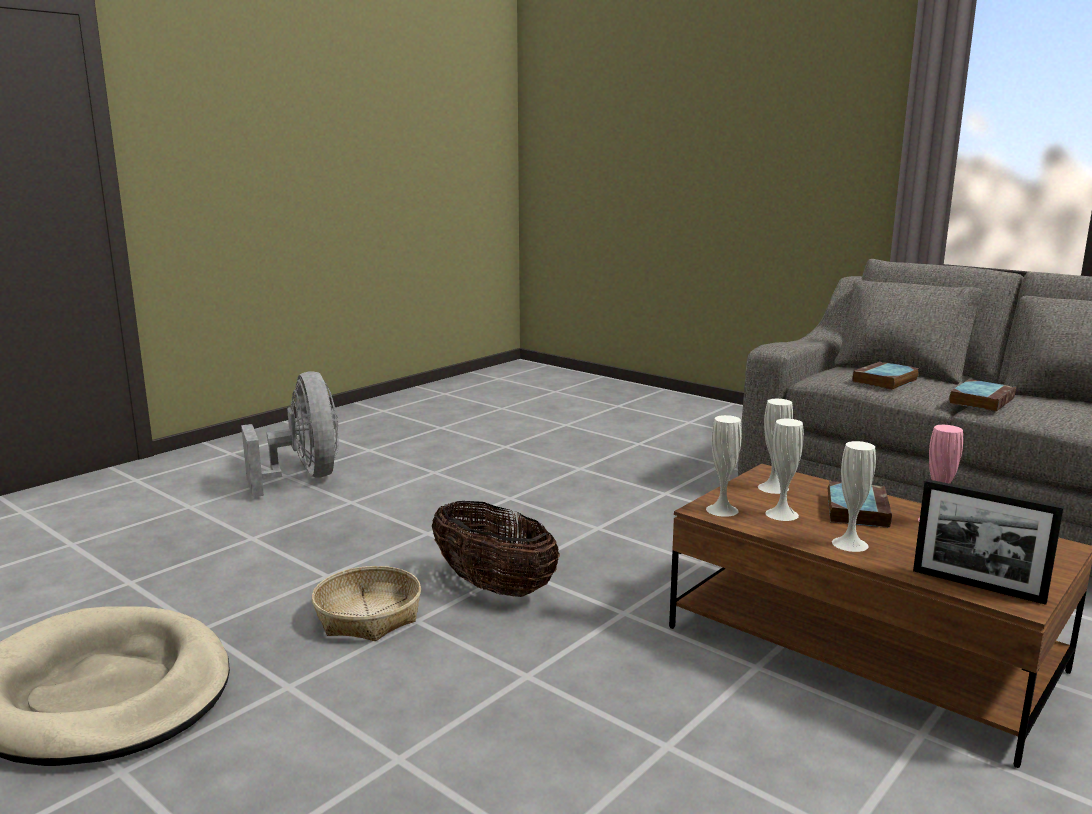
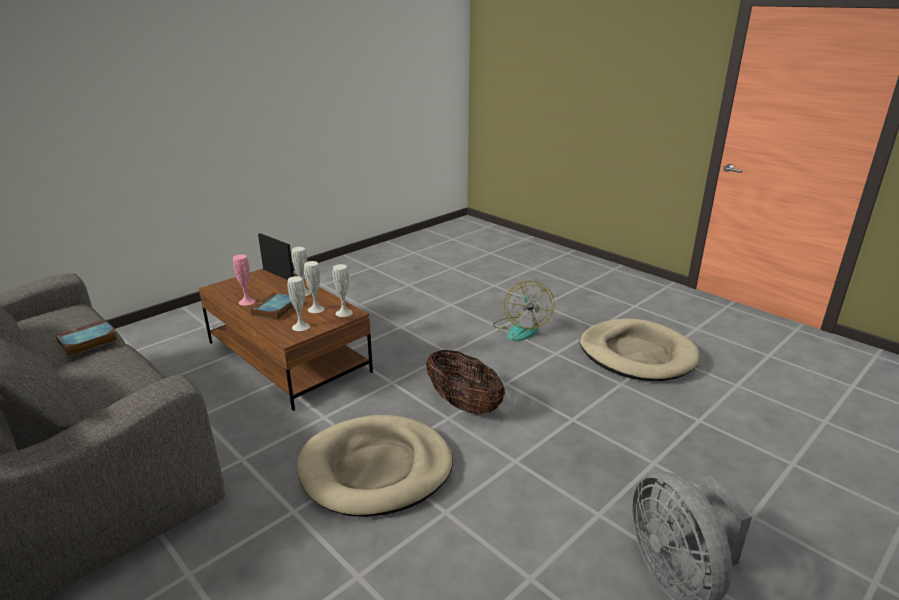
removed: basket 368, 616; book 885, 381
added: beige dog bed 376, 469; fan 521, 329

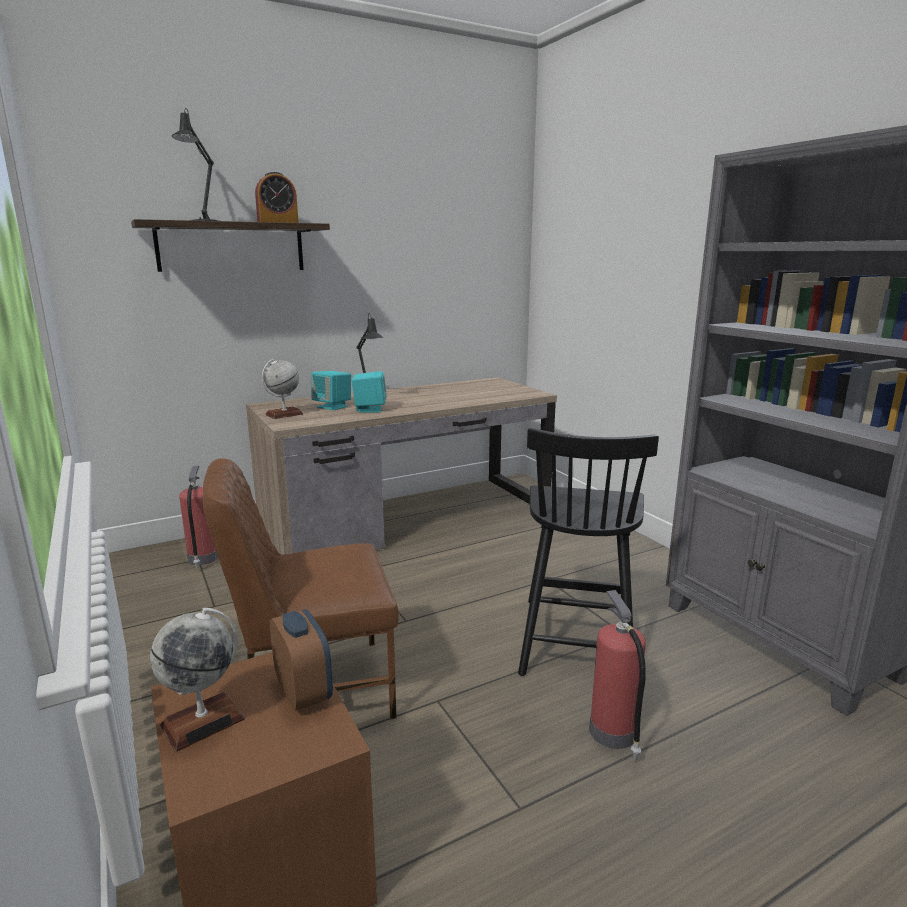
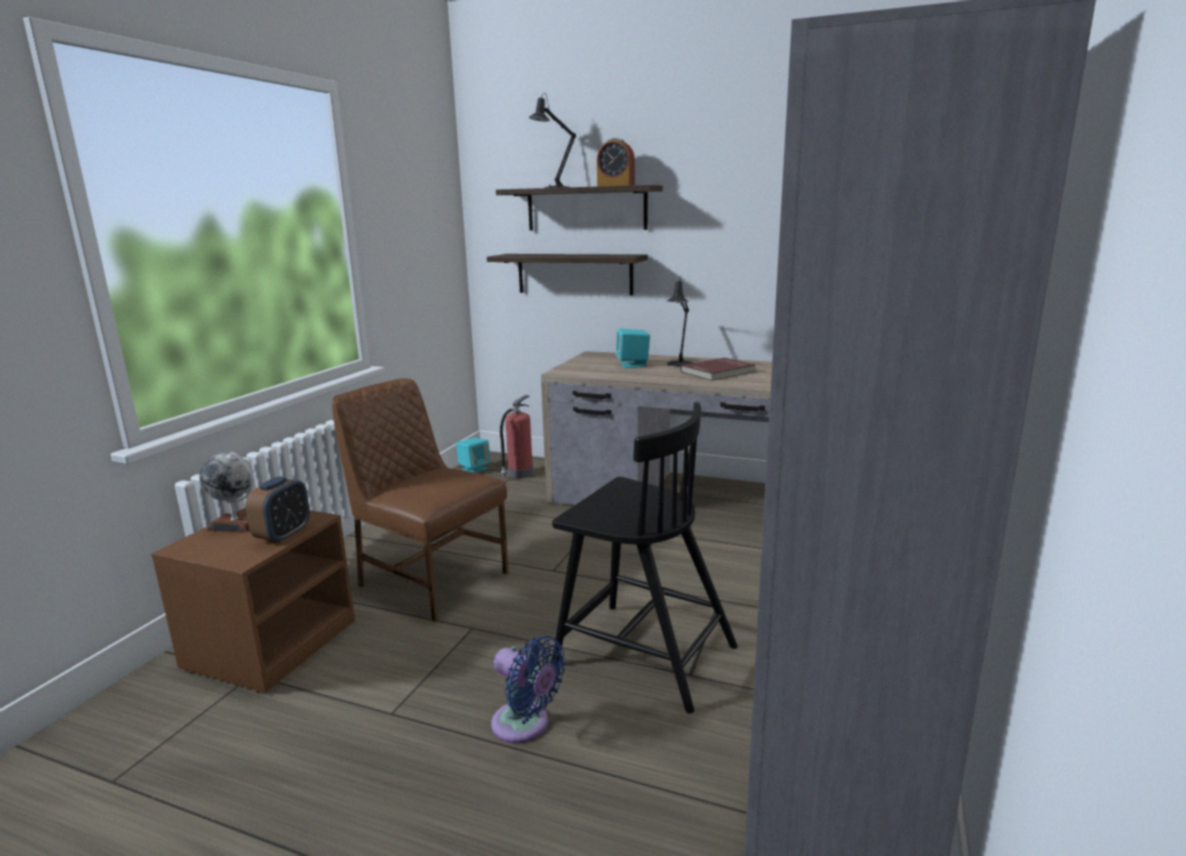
removed: globe 284, 414
added: shelf 574, 274; red book 718, 372
moved: turquoise speaker 370, 409 to 474, 469
replaced: fire extinguisher 614, 733 to blue fan 525, 726
turned: black chair 576, 638 = 642, 653 120 degrees counterclockwise

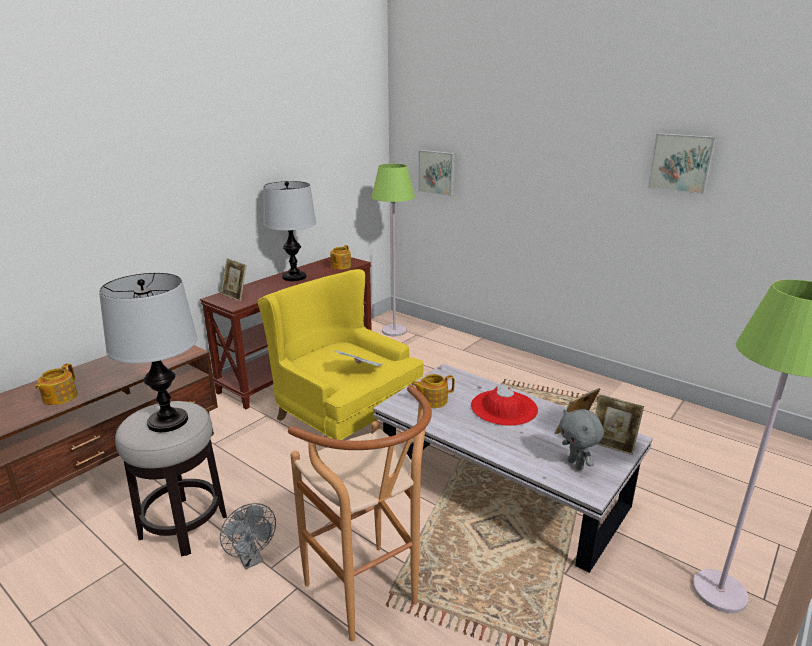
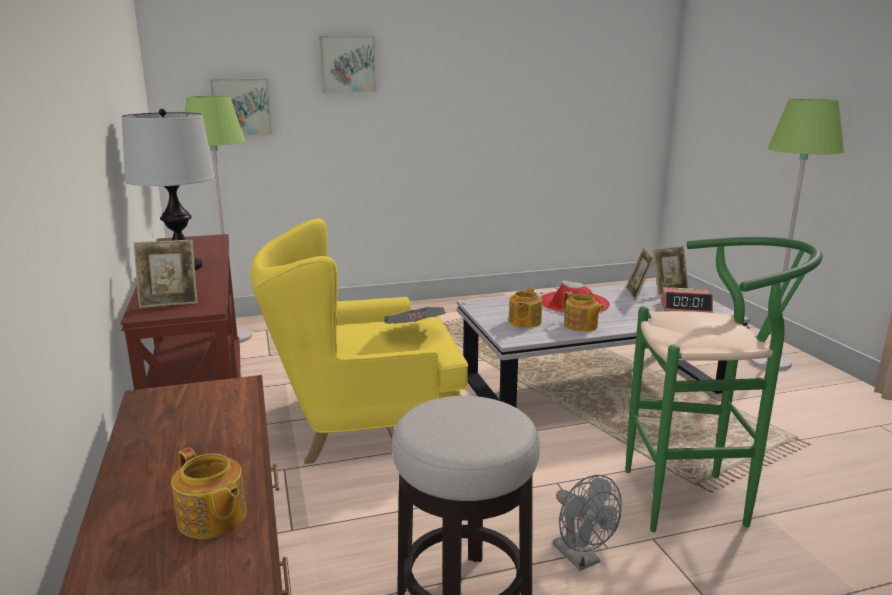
removed: table lamp 168, 421
moved: picture 681, 163 to 347, 64; teapot 340, 266 to 581, 326
replaced: grey plush toy 576, 465 to alarm clock 686, 307
recoloured: brown stool 368, 599 to green stool 697, 499
turned: grey fan 251, 559 = 581, 558 60 degrees clockwise

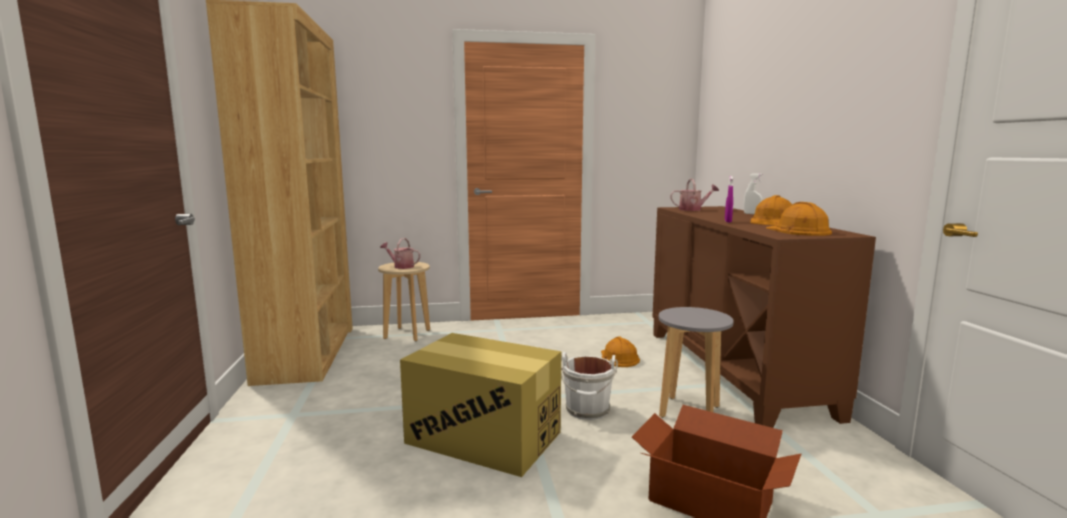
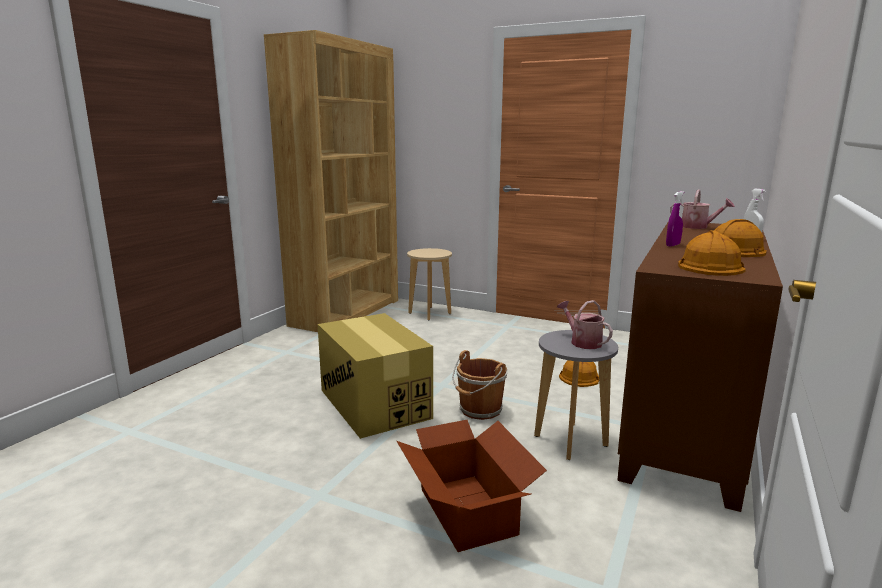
moved: watering can 401, 266 to 582, 342
recoloured: white bucket 588, 411 to brown bucket 479, 410

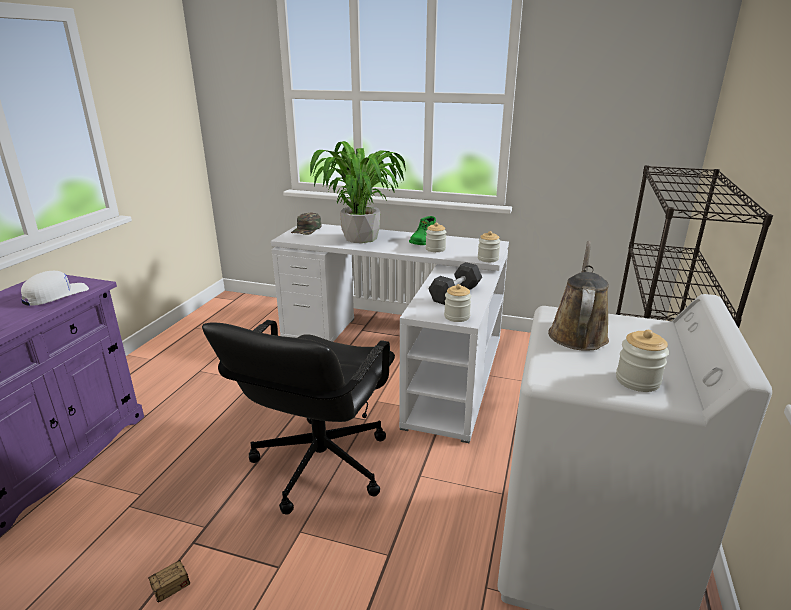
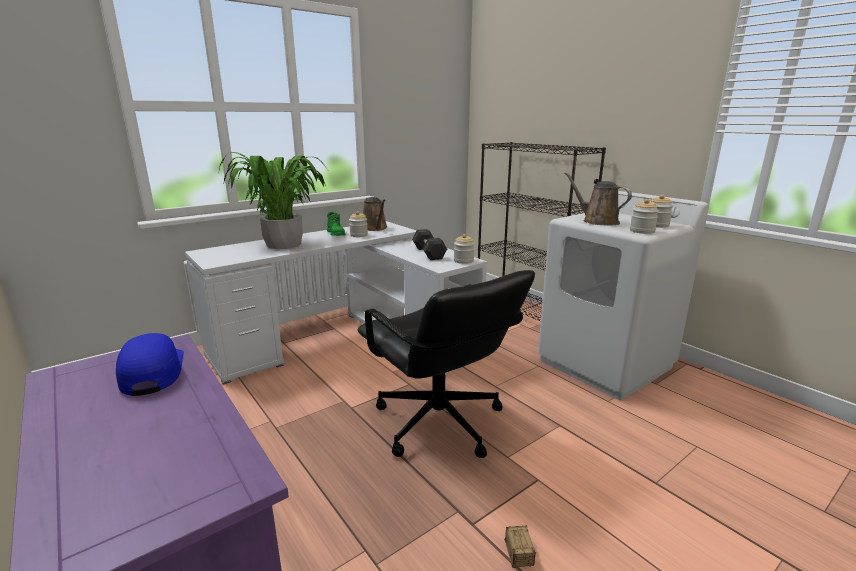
removed: green cap 307, 229
added: brown watering can 375, 228
moved: jar 488, 259 to 642, 231
recoloured: white cap 55, 295 to blue cap 152, 372

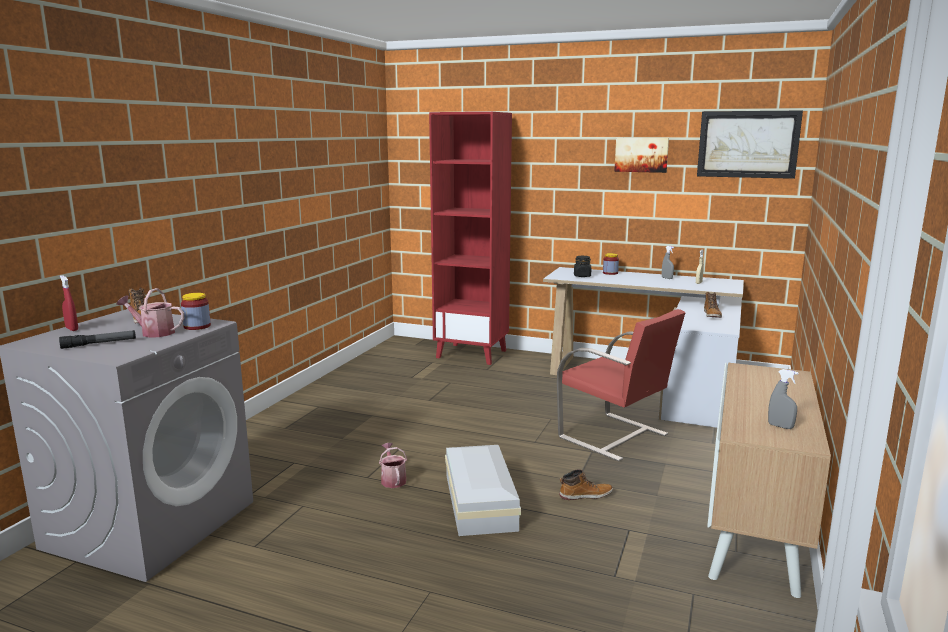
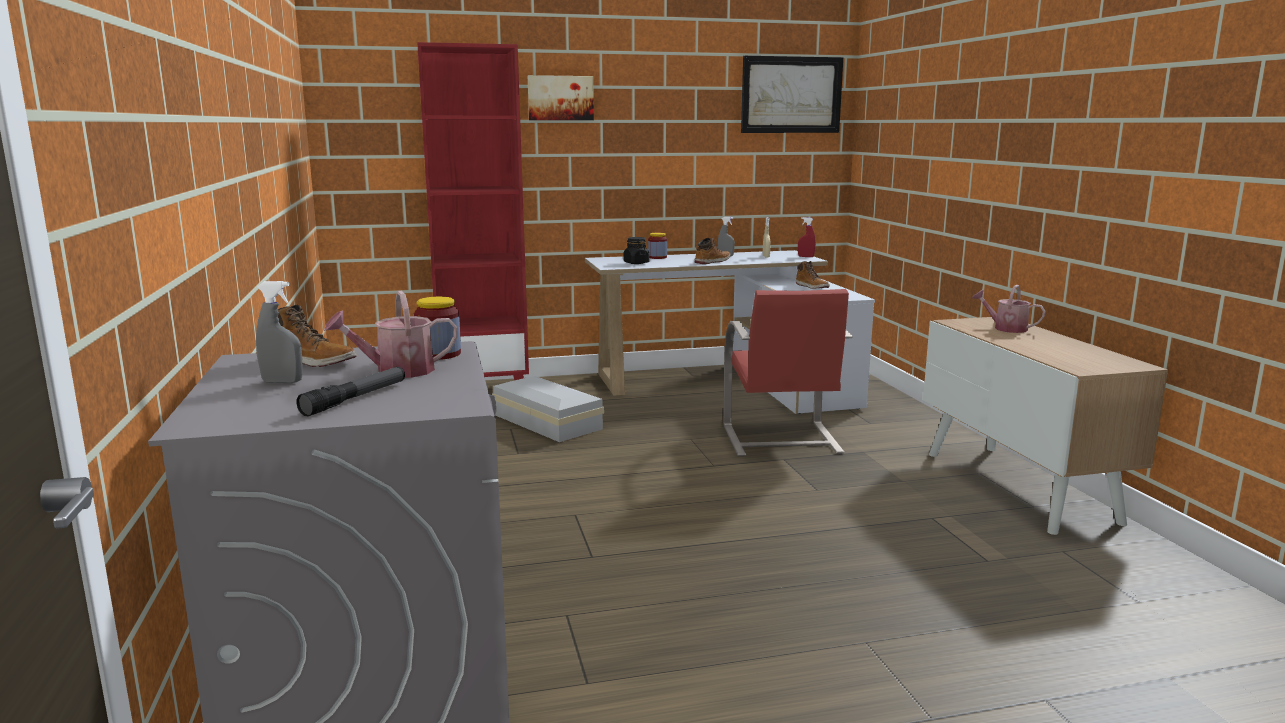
moved: grey spray bottle 780, 426 to 282, 382; white storage box 481, 500 to 547, 421; picture 641, 154 to 560, 98; boot 585, 495 to 712, 262; red spray bottle 72, 329 to 806, 256; watering can 392, 479 to 1005, 328
turned: red chair 614, 437 = 781, 440 75 degrees clockwise

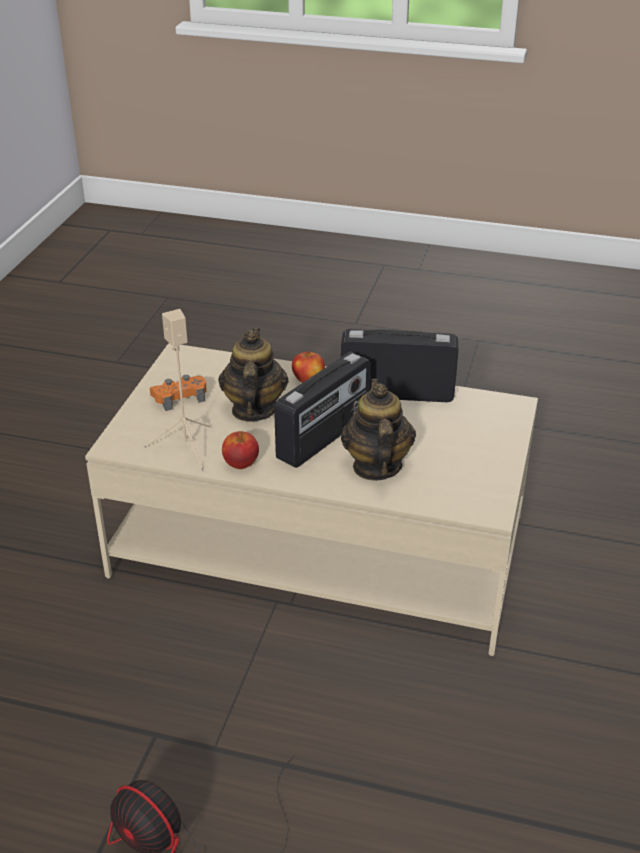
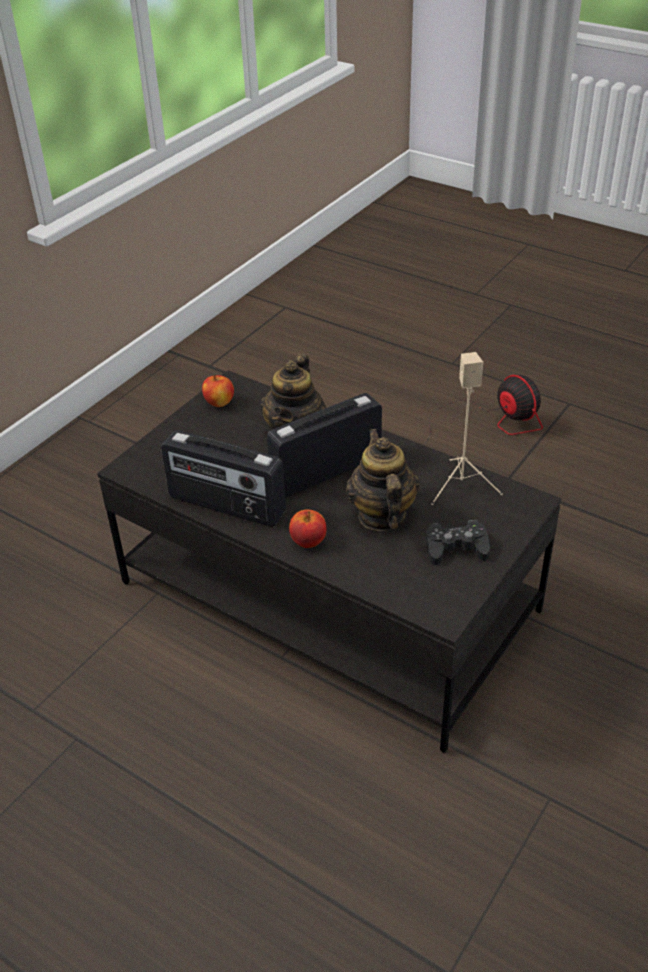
moved: apple 240, 463 to 219, 402
recoloured: beige coffee table 318, 547 to black coffee table 329, 597; orange game controller 179, 397 to black game controller 456, 548
turned: teapot 253, 409 = 381, 515 150 degrees clockwise

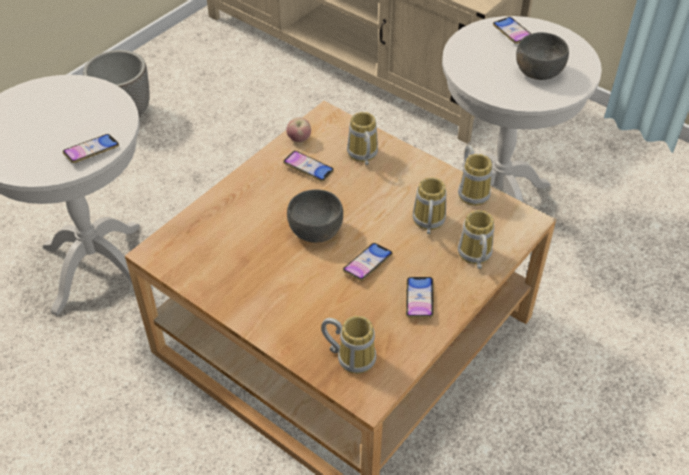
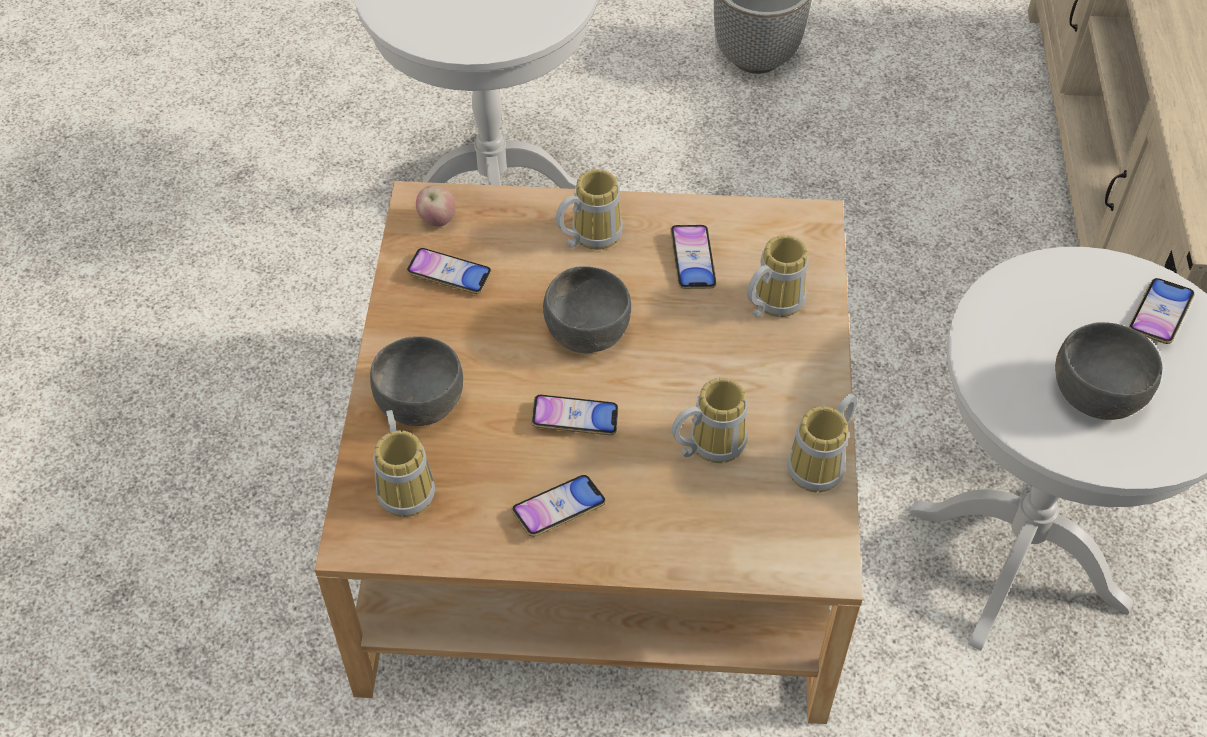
added: grey bowl 419, 402
moved: phone 91, 151 to 449, 275; apple 299, 139 to 437, 220; mug 473, 257 to 589, 235

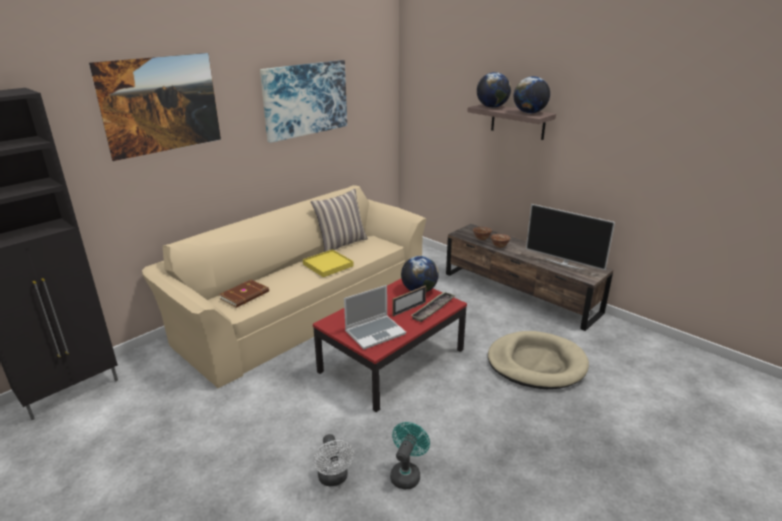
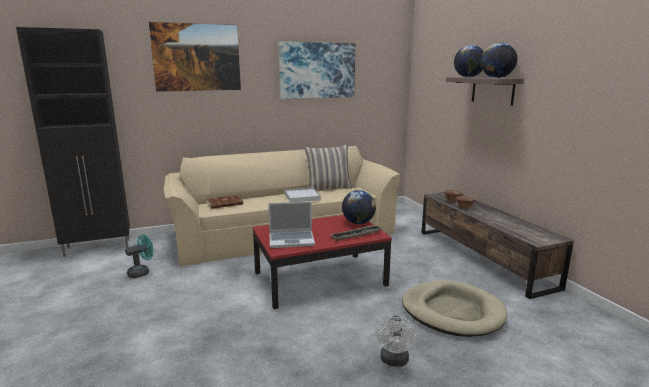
removed: picture frame 409, 309; television 564, 264
moved: turquoise fan 407, 473 to 142, 272; white fan 334, 479 to 394, 361
recoloured: yellow tray 328, 265 to white tray 302, 197

